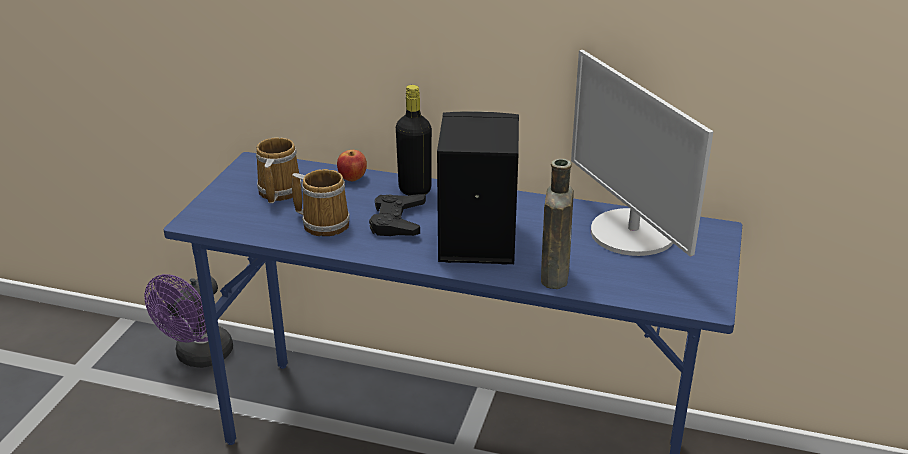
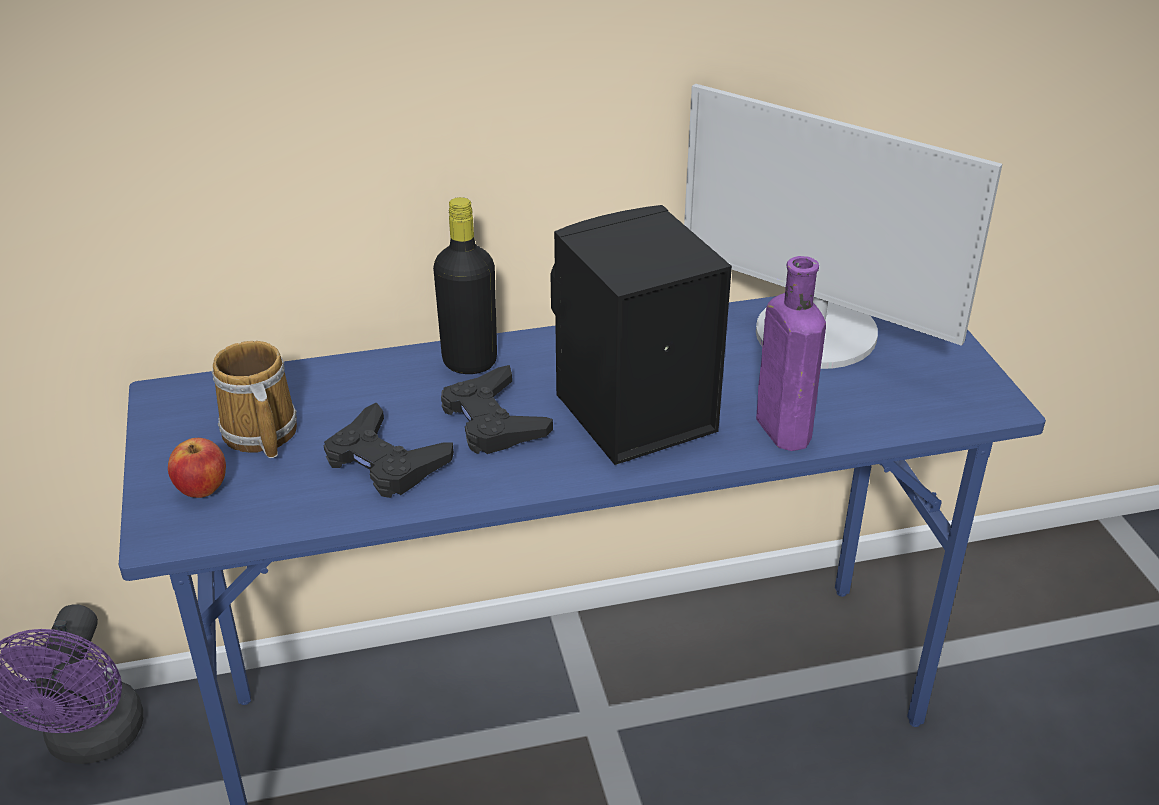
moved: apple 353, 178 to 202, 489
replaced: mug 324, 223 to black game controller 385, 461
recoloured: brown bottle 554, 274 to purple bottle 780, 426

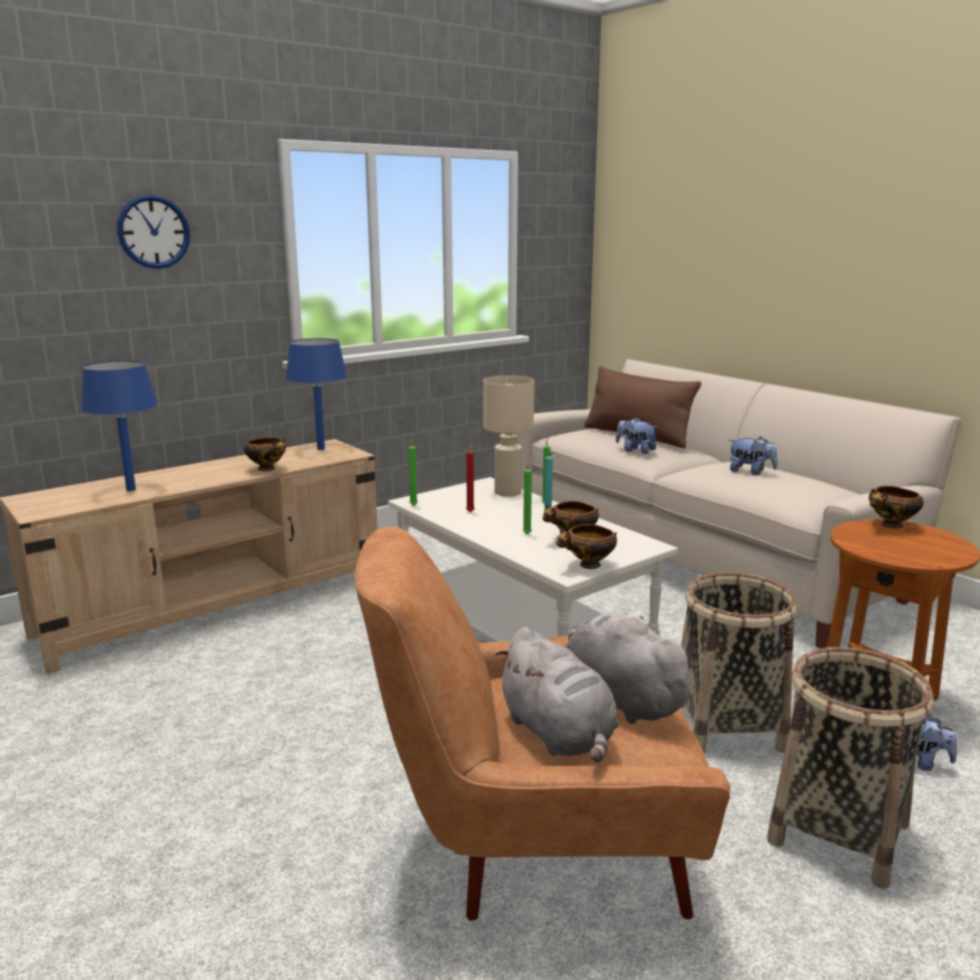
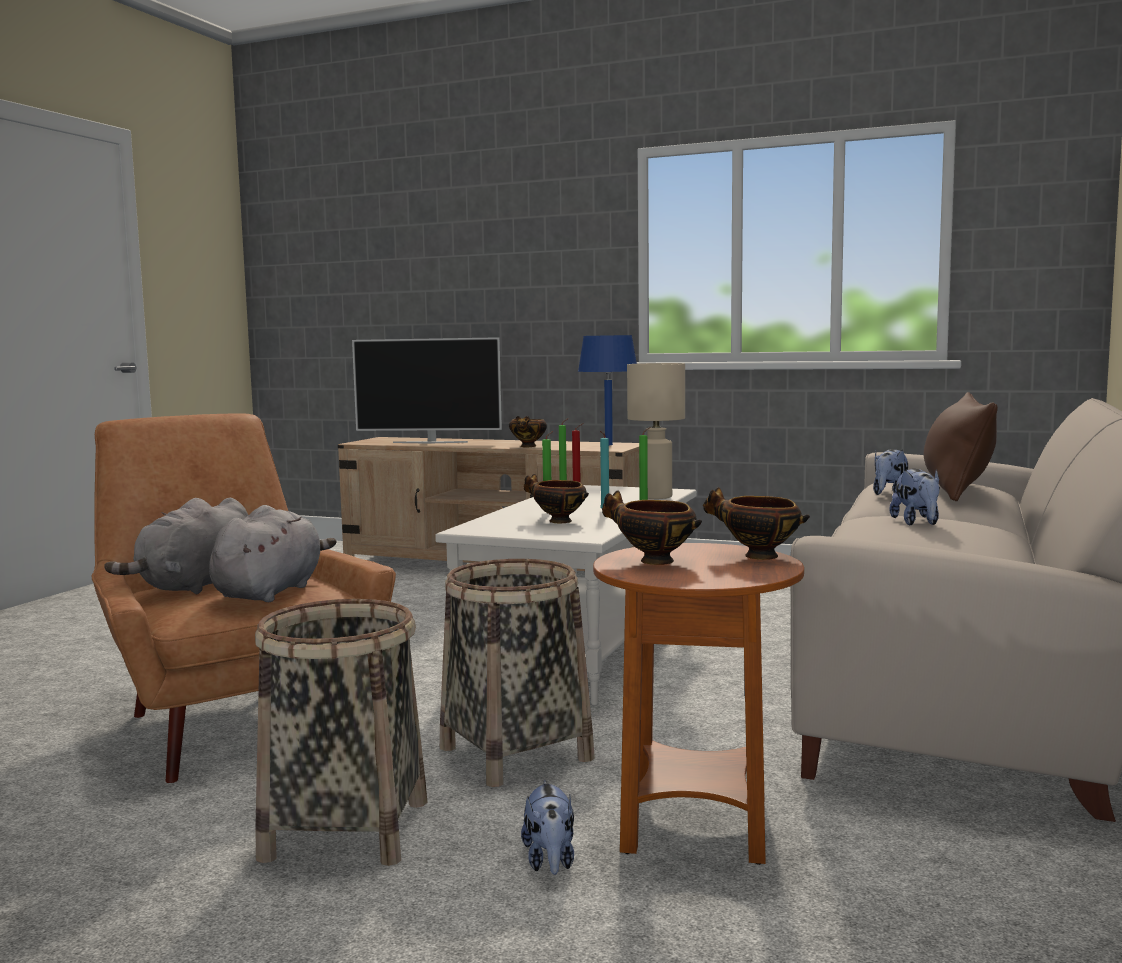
removed: wall clock 153, 232
moved: bowl 588, 566 to 653, 561
replaced: blue table lamp 131, 489 to television 430, 442
turned: plush toy 635, 451 = 889, 494 150 degrees counterclockwise

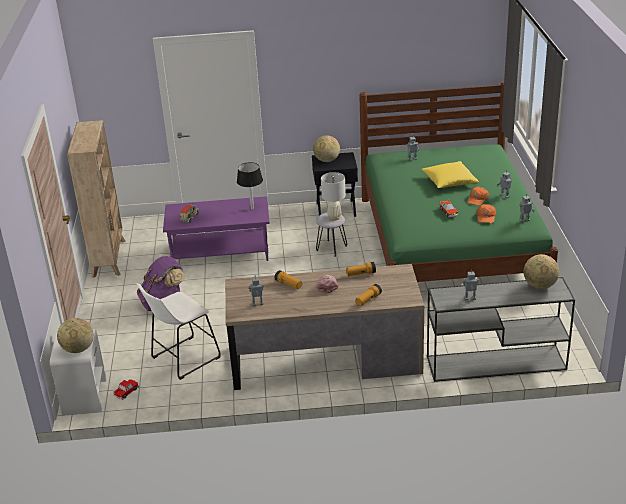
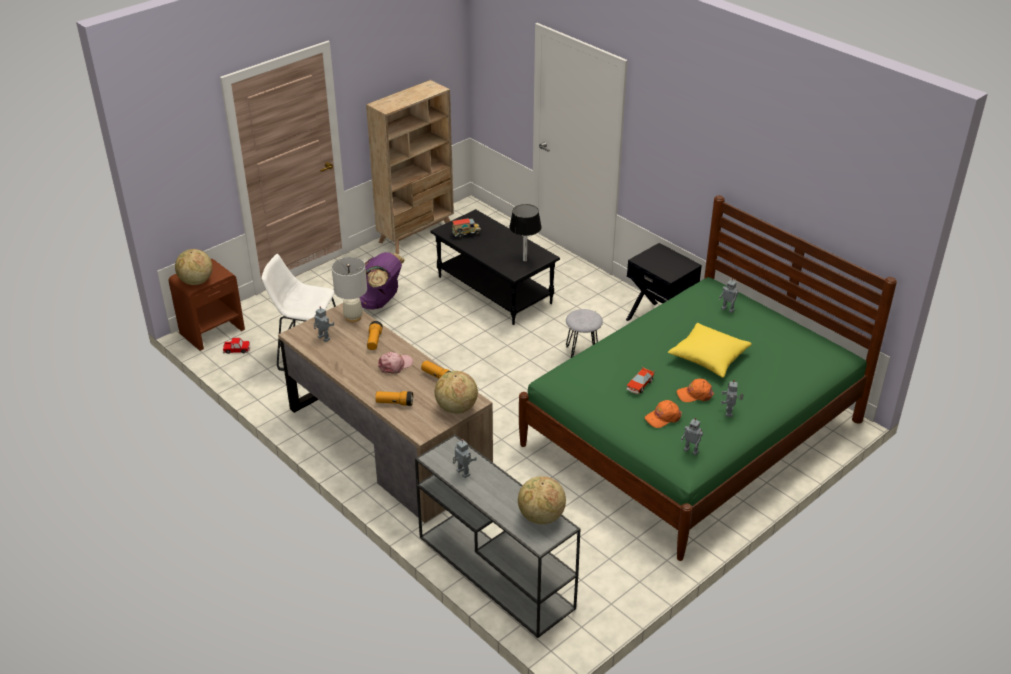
moved: white table lamp 334, 217 to 353, 317; globe 326, 160 to 456, 408
recoloured: white nightstand 84, 396 to brown nightstand 212, 331; purple coffee table 220, 253 to black coffee table 493, 290

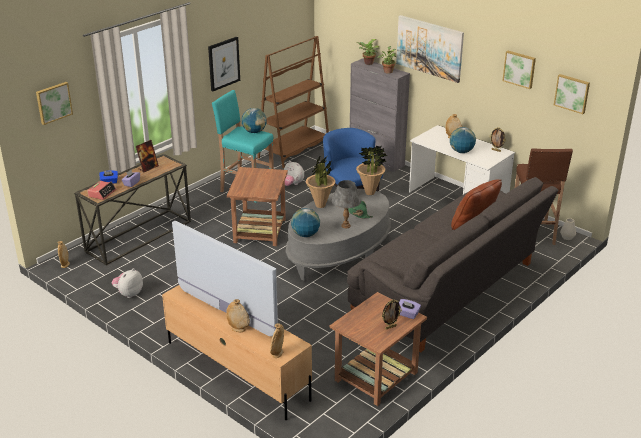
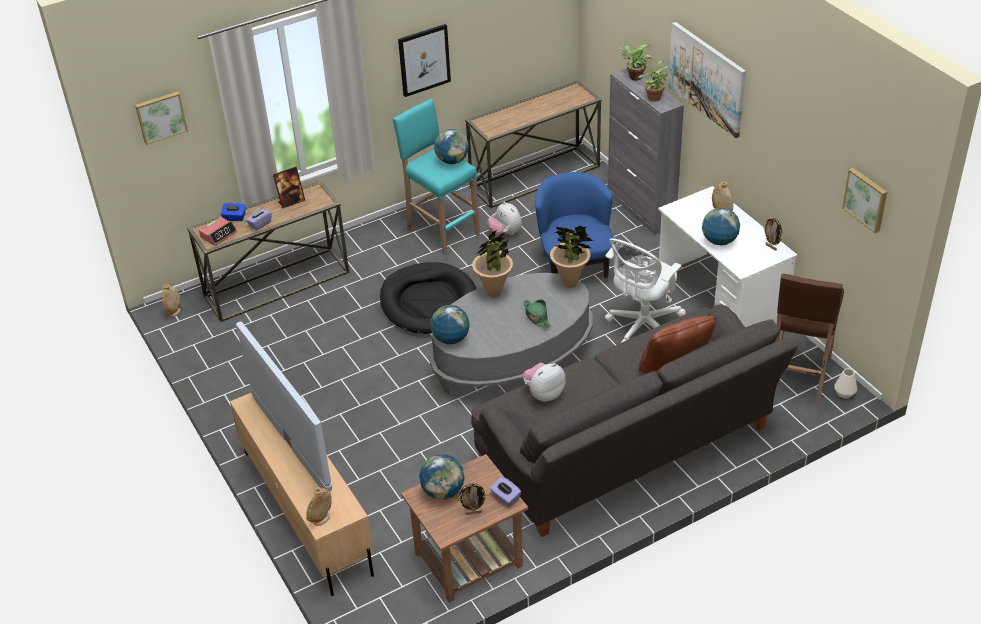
removed: beige vase 238, 329; grey table lamp 345, 225; picture 519, 69
added: globe 443, 491; white office chair 642, 327
moved: plush toy 129, 293 to 544, 394
replaced: brown side table 260, 230 to black dog bed 429, 302; brown bookcase 294, 151 to console table 535, 176

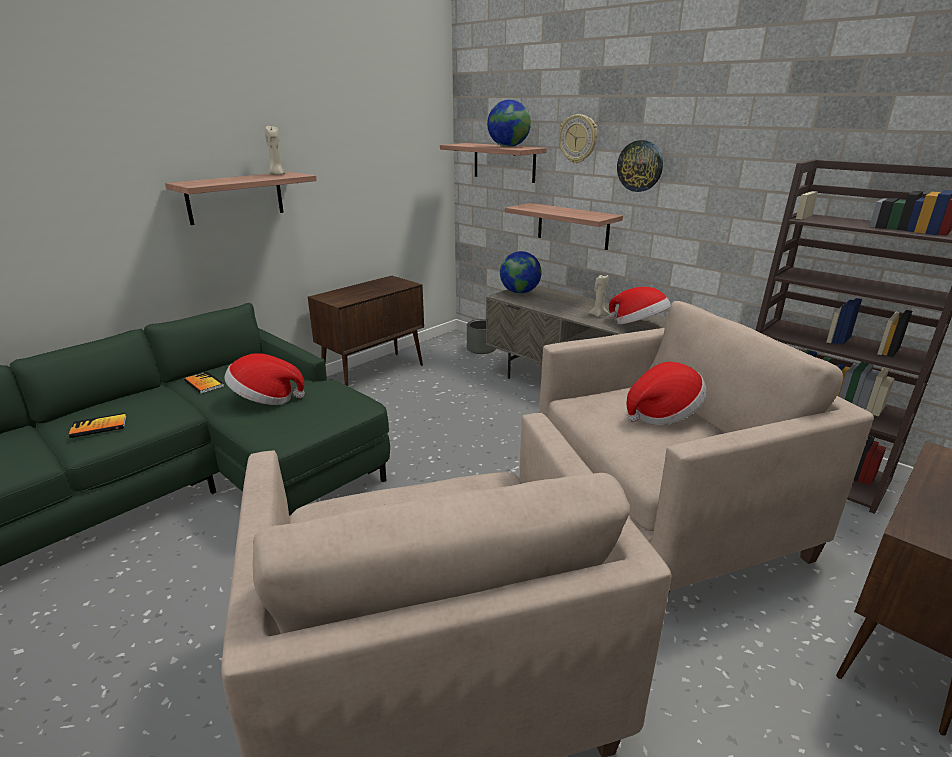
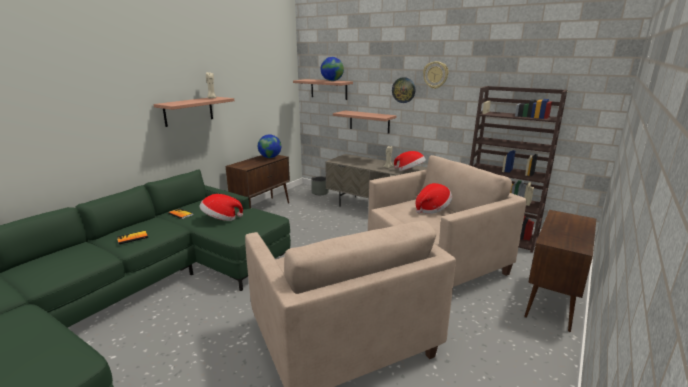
moved: globe 519, 292 to 270, 157; wall clock 578, 139 to 435, 75

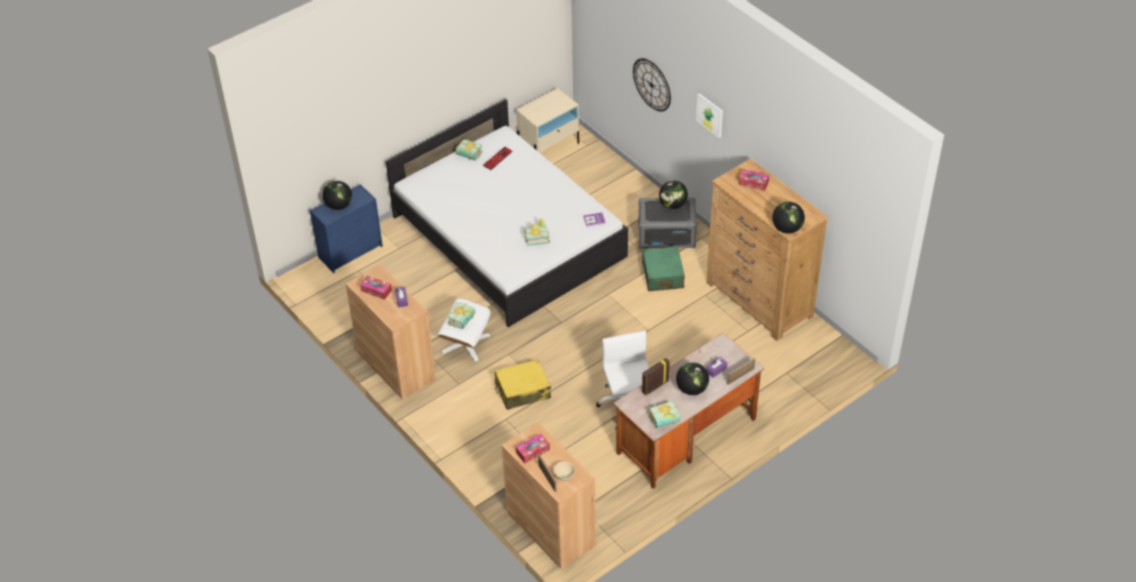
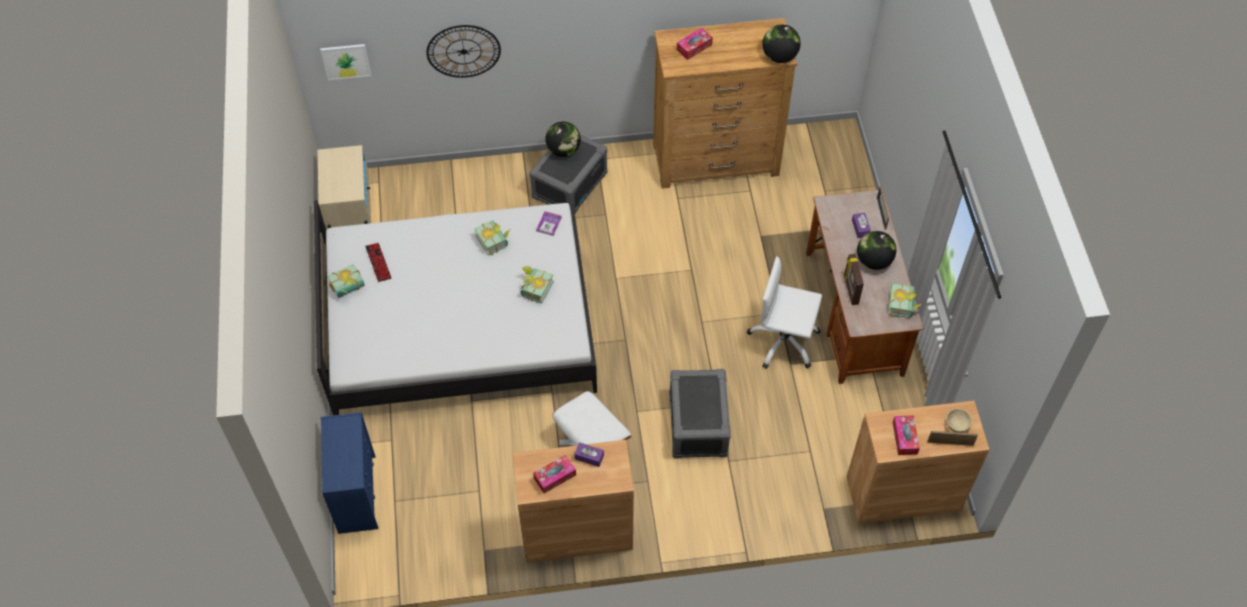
removed: globe 339, 205; green suitcase 662, 275
moved: picture 710, 115 to 346, 61; book 464, 321 to 495, 240
replaced: yellow suitcase 522, 390 to grey storage box 698, 425

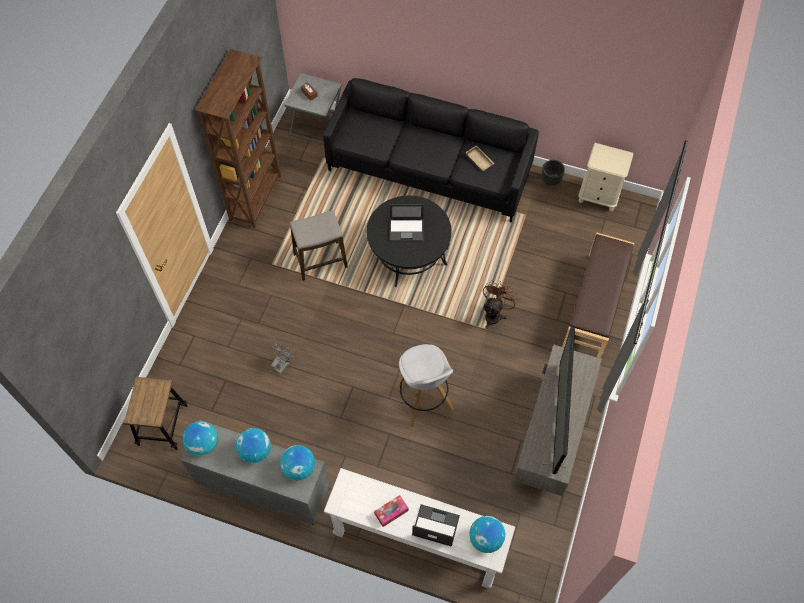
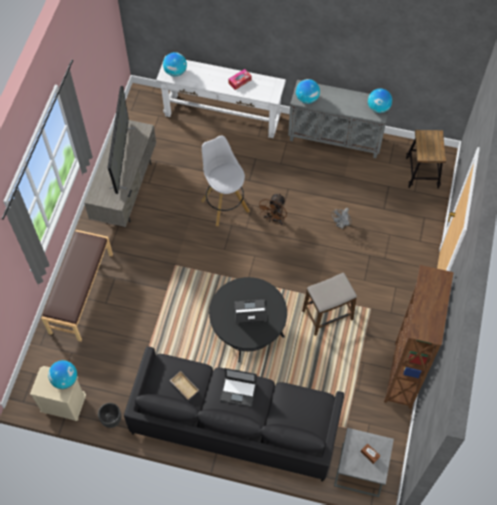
moved: globe 255, 451 to 65, 379; laptop 435, 525 to 238, 391; brown fan 494, 314 to 273, 219

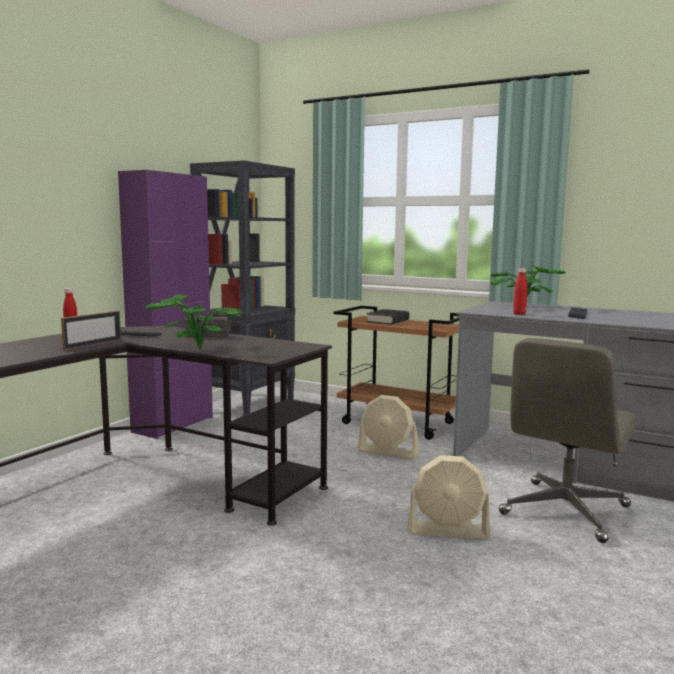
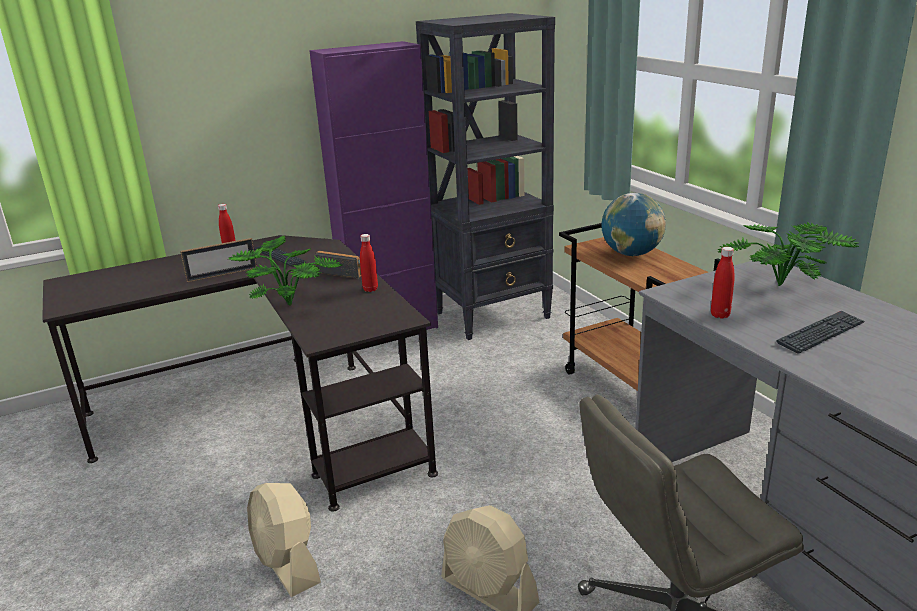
added: red bottle 370, 289
moved: beige fan 388, 452 to 287, 563
replaced: black book 388, 321 to globe 631, 254

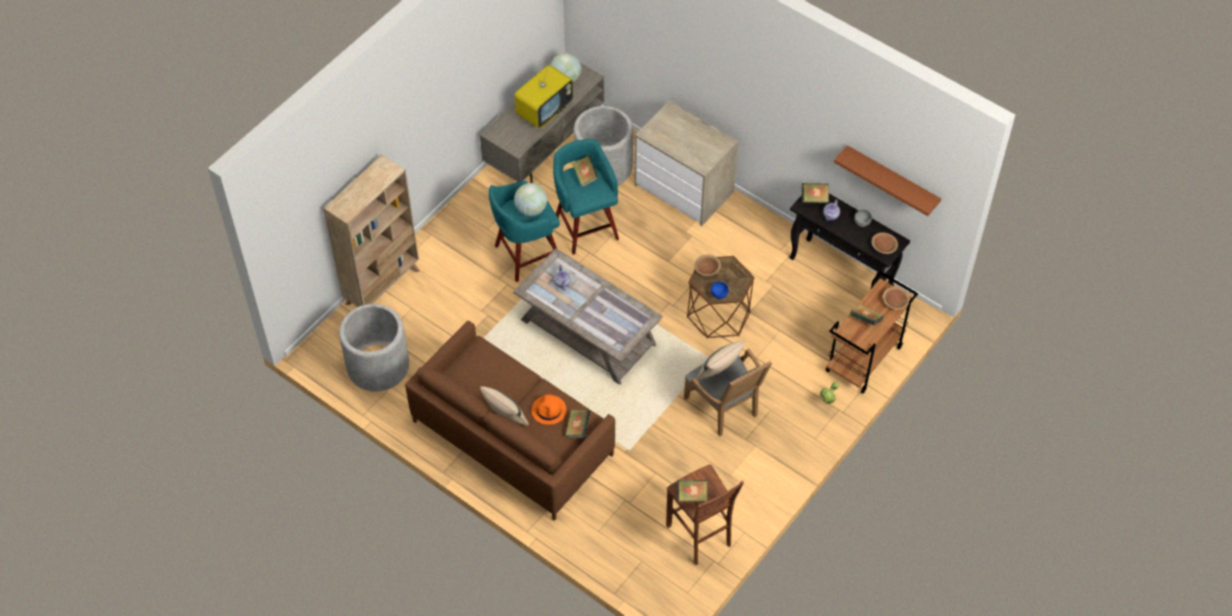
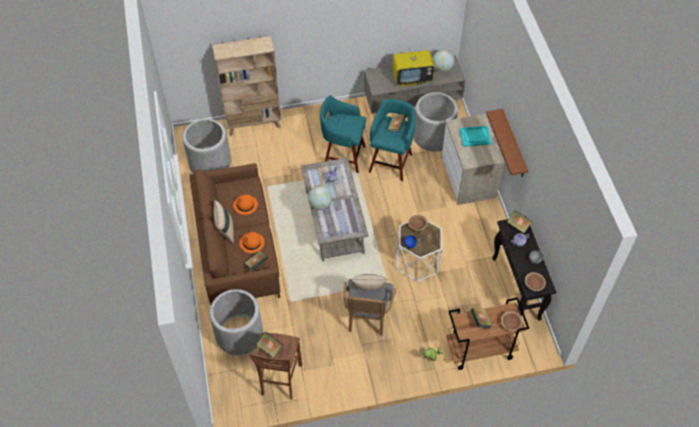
added: grey planter 239, 334; orange hat 245, 205; turquoise tray 475, 137
moved: globe 531, 209 to 320, 205; brown shelf 892, 180 to 513, 145
recoloured: brown side table 718, 314 to white side table 417, 261

